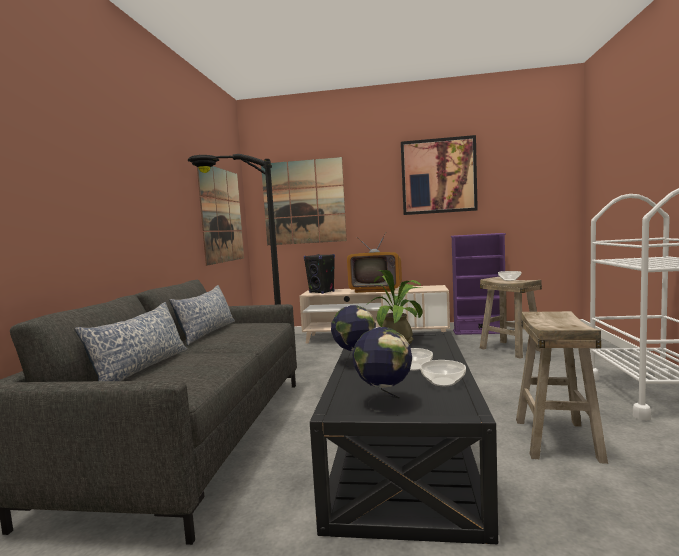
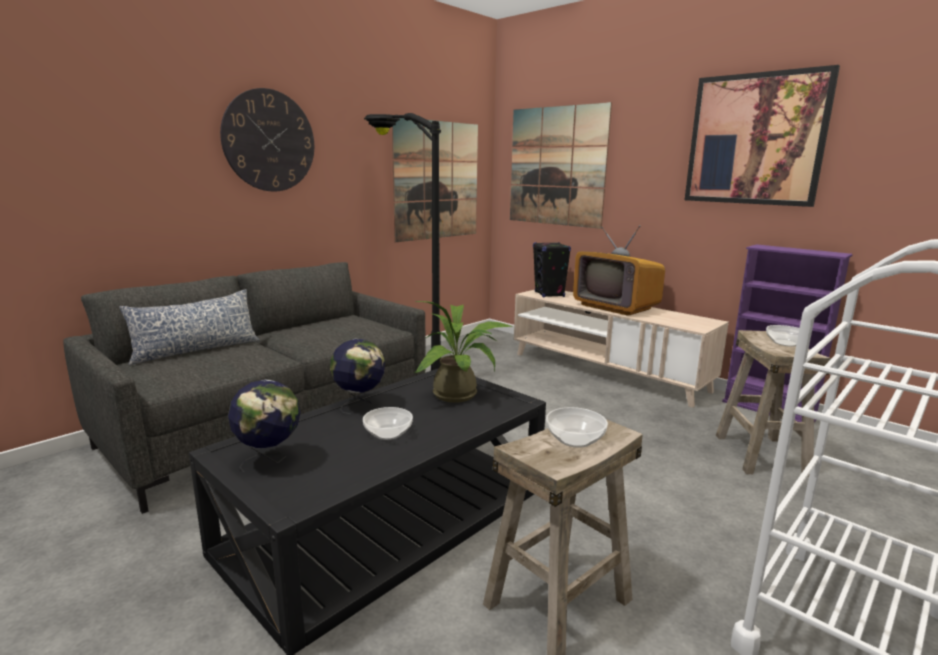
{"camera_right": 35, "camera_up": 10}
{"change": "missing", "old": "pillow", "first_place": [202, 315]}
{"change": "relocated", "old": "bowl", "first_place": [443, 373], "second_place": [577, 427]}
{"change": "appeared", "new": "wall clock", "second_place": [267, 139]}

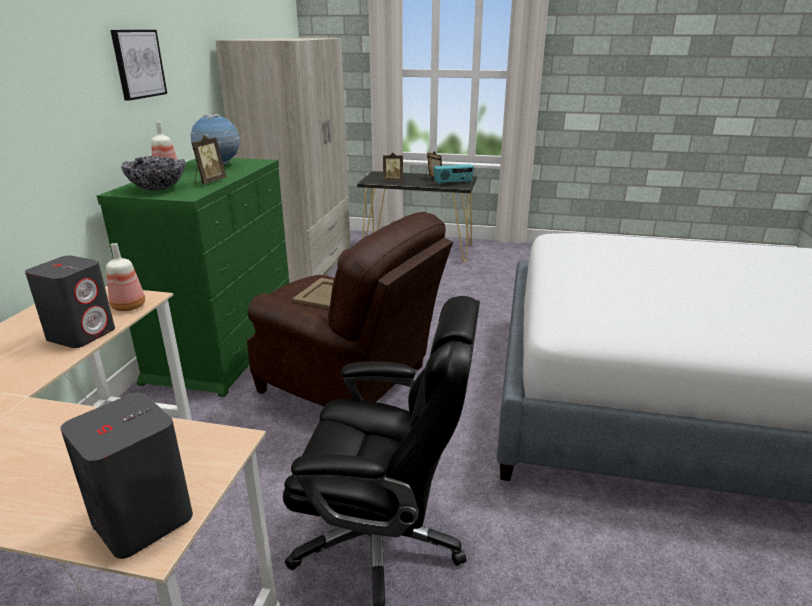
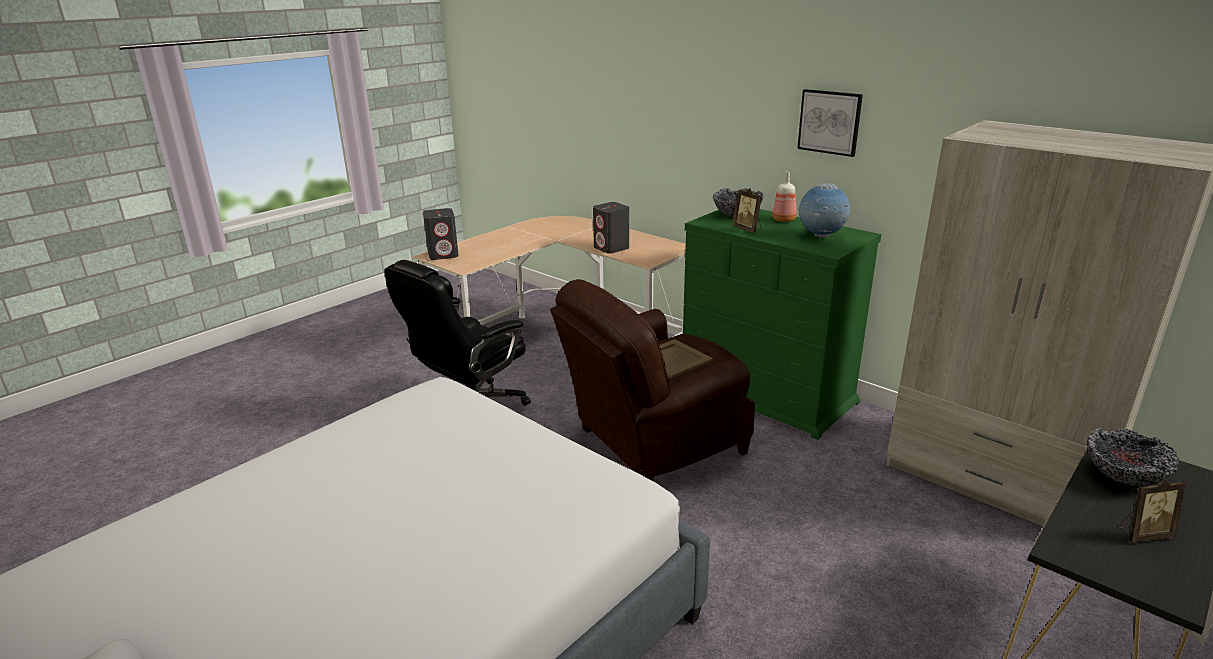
{"camera_right": 120, "camera_up": 0}
{"change": "exchanged", "old": "picture frame", "new": "bowl", "first_place": [393, 167], "second_place": [1133, 457]}
{"change": "missing", "old": "radio", "first_place": [453, 174]}
{"change": "missing", "old": "bottle", "first_place": [125, 277]}

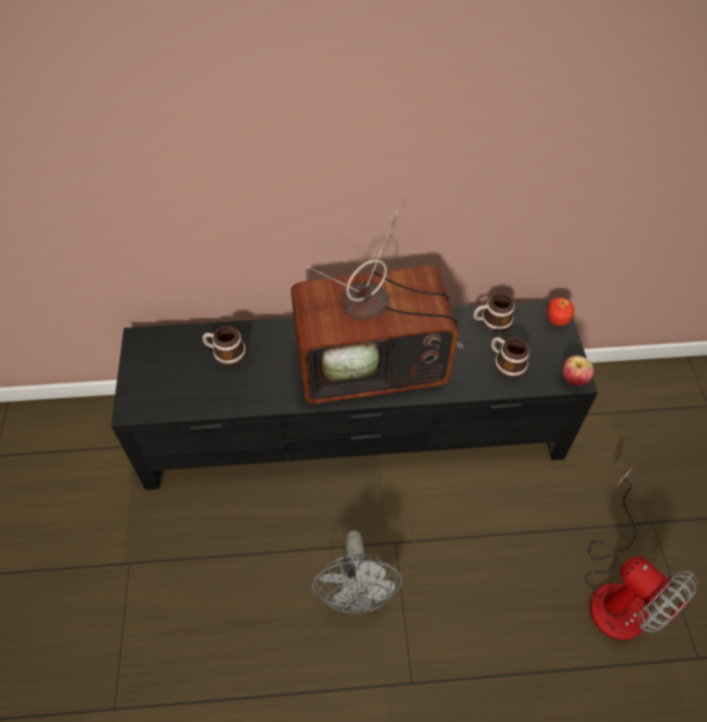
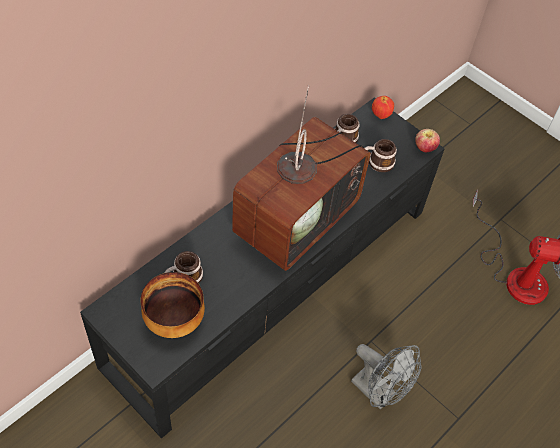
{"camera_right": -45, "camera_up": 0}
{"change": "appeared", "new": "bowl", "second_place": [172, 305]}

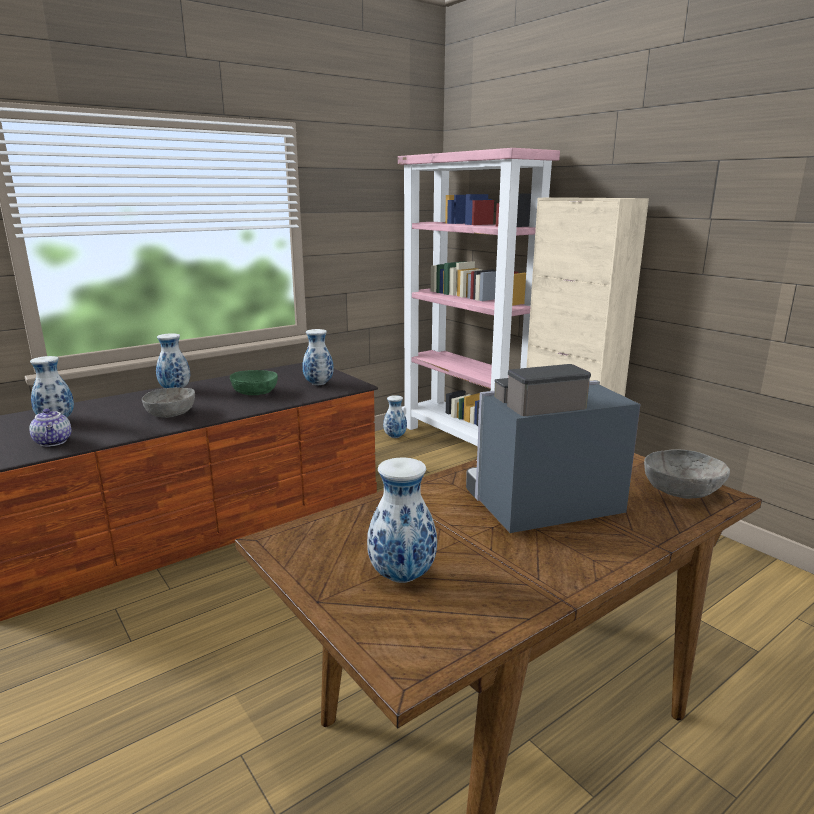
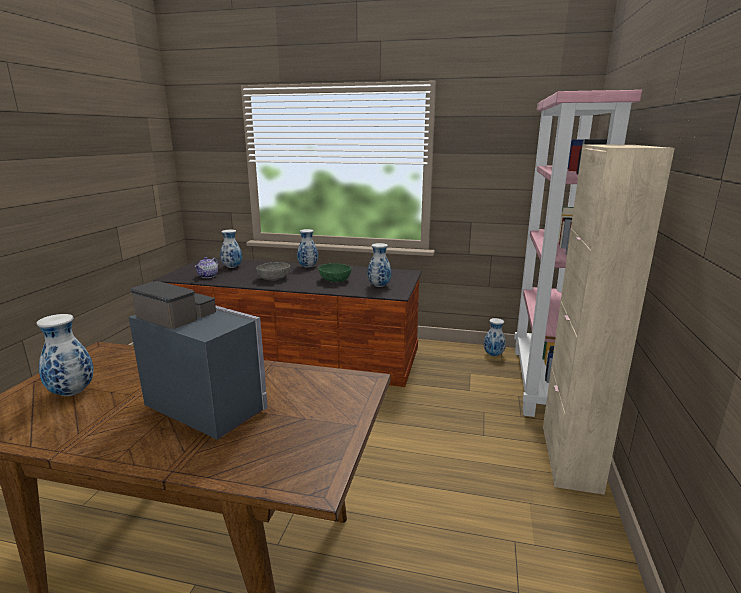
{"camera_right": 50, "camera_up": 0}
{"change": "missing", "old": "bowl (grey)", "first_place": [687, 474]}

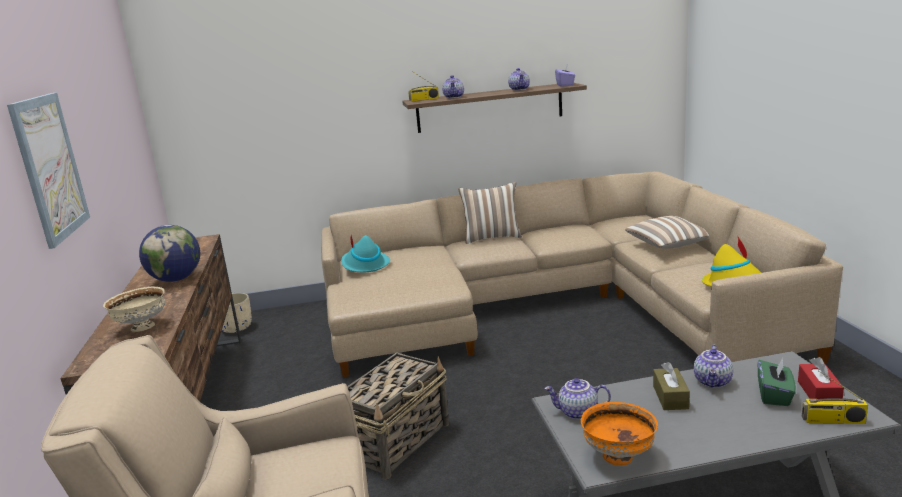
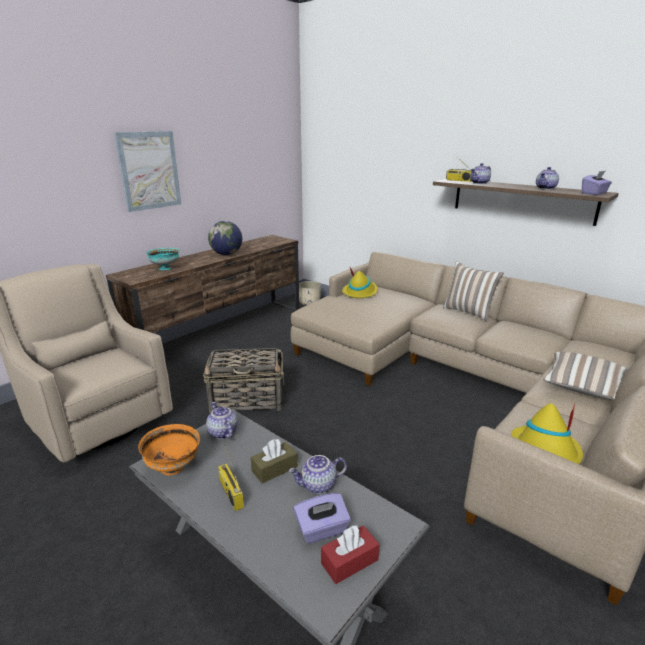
{"camera_right": 50, "camera_up": 5}
{"change": "colour", "old": "hat (turquoise)", "new": "hat (yellow)", "first_place": [365, 254], "second_place": [359, 282]}
{"change": "colour", "old": "bowl (beige)", "new": "bowl (turquoise)", "first_place": [134, 309], "second_place": [162, 259]}
{"change": "colour", "old": "tissue box (green)", "new": "tissue box (purple)", "first_place": [777, 382], "second_place": [322, 518]}
{"change": "relocated", "old": "radio", "first_place": [835, 397], "second_place": [231, 478]}

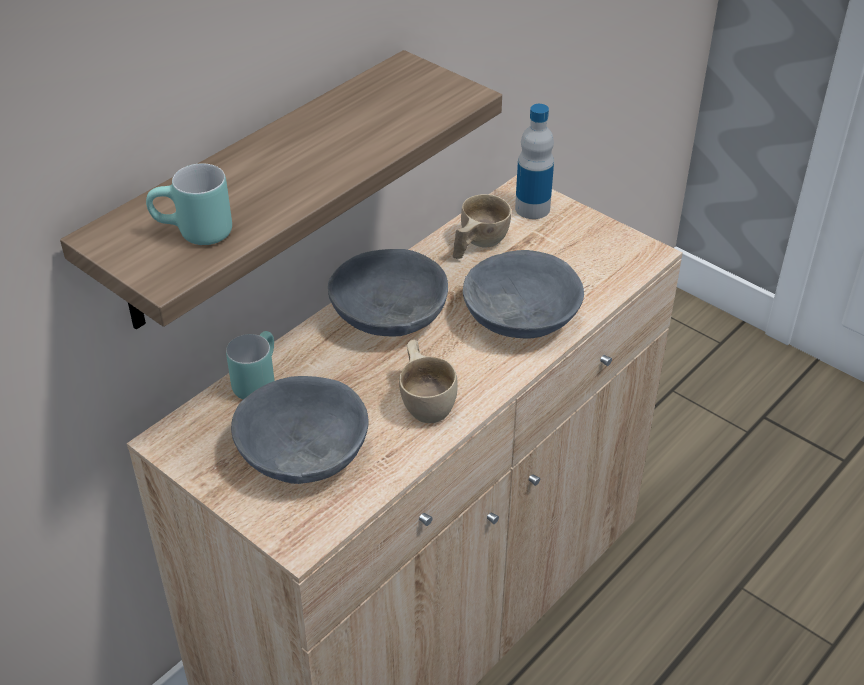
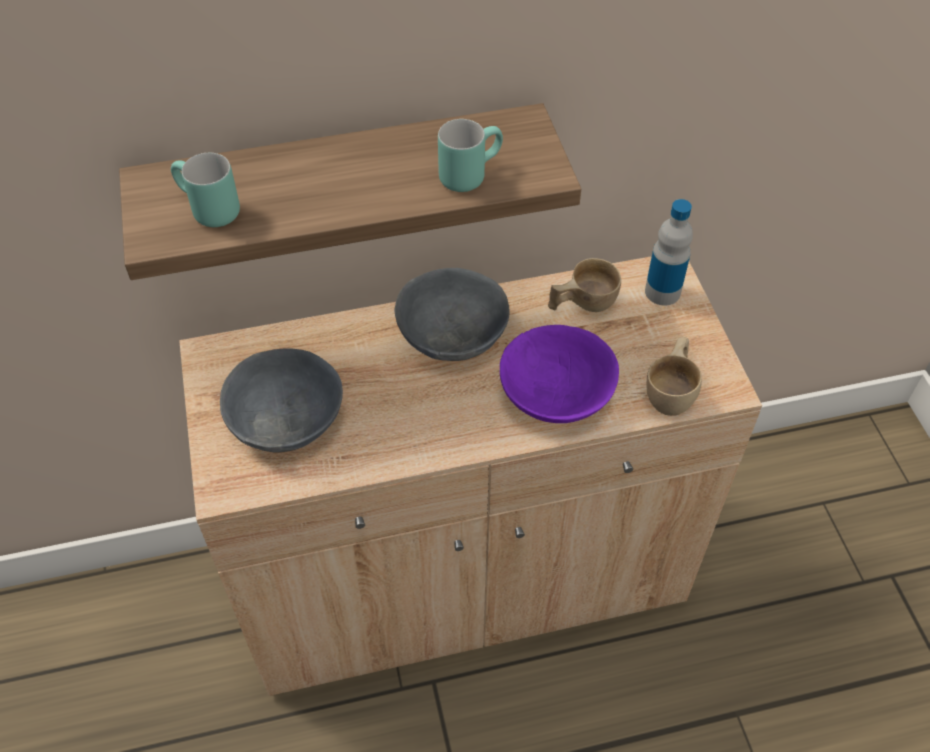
{"camera_right": 35, "camera_up": 10}
{"change": "colour", "old": "bowl (grey)", "new": "bowl (purple)", "first_place": [523, 294], "second_place": [559, 374]}
{"change": "relocated", "old": "mug (turquoise)", "first_place": [250, 365], "second_place": [470, 155]}
{"change": "relocated", "old": "cup (beige)", "first_place": [428, 381], "second_place": [674, 376]}

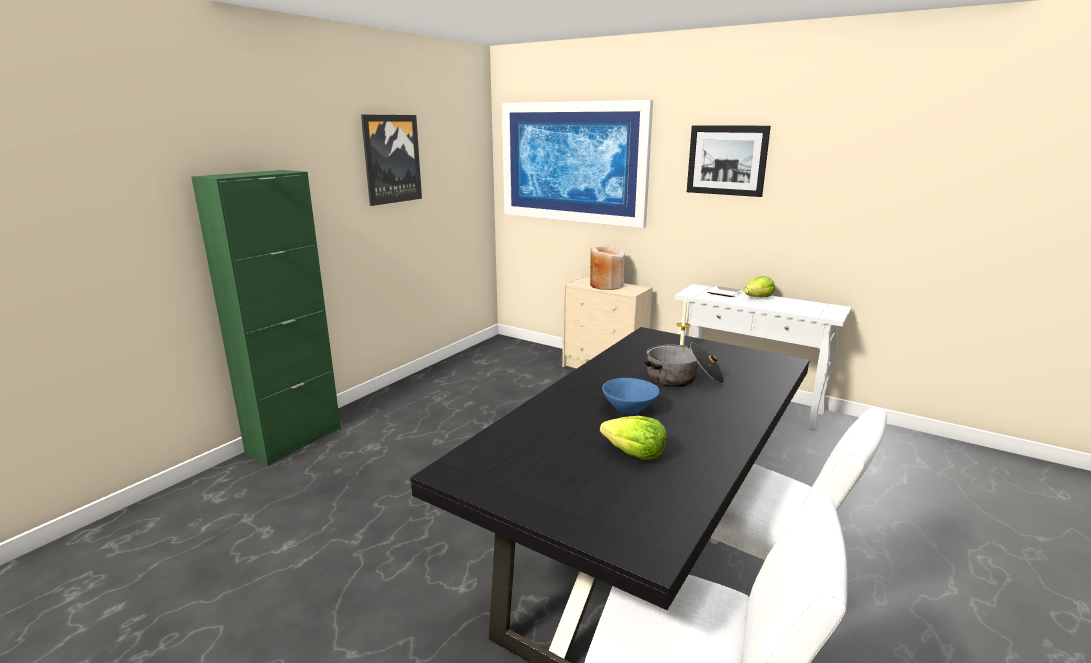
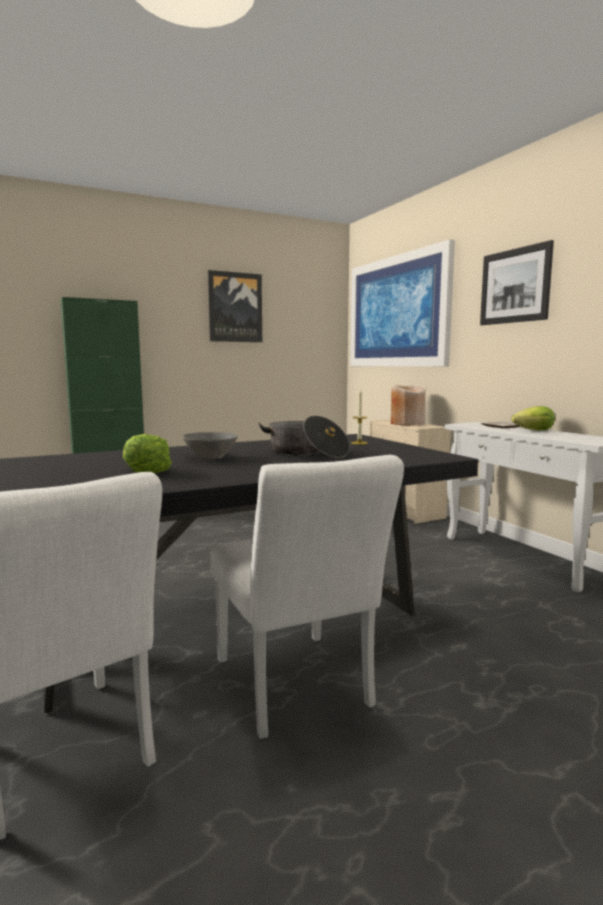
{"camera_right": 30, "camera_up": -10}
{"change": "colour", "old": "bowl (blue)", "new": "bowl (grey)", "first_place": [631, 396], "second_place": [210, 445]}

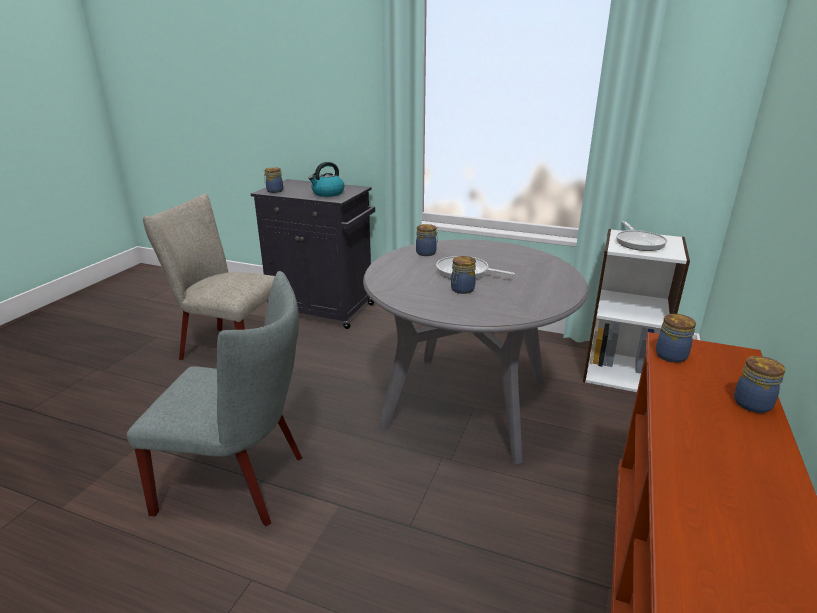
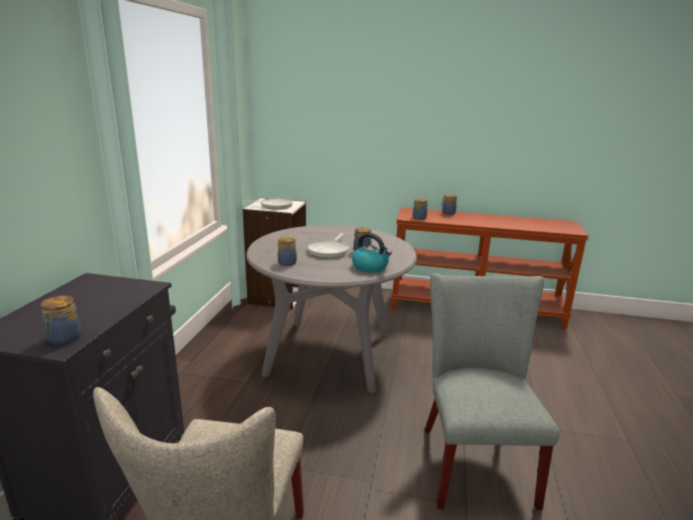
{"camera_right": -100, "camera_up": -5}
{"change": "relocated", "old": "kettle", "first_place": [326, 179], "second_place": [372, 252]}

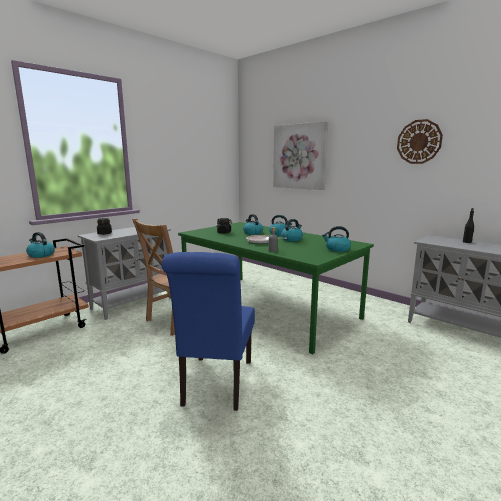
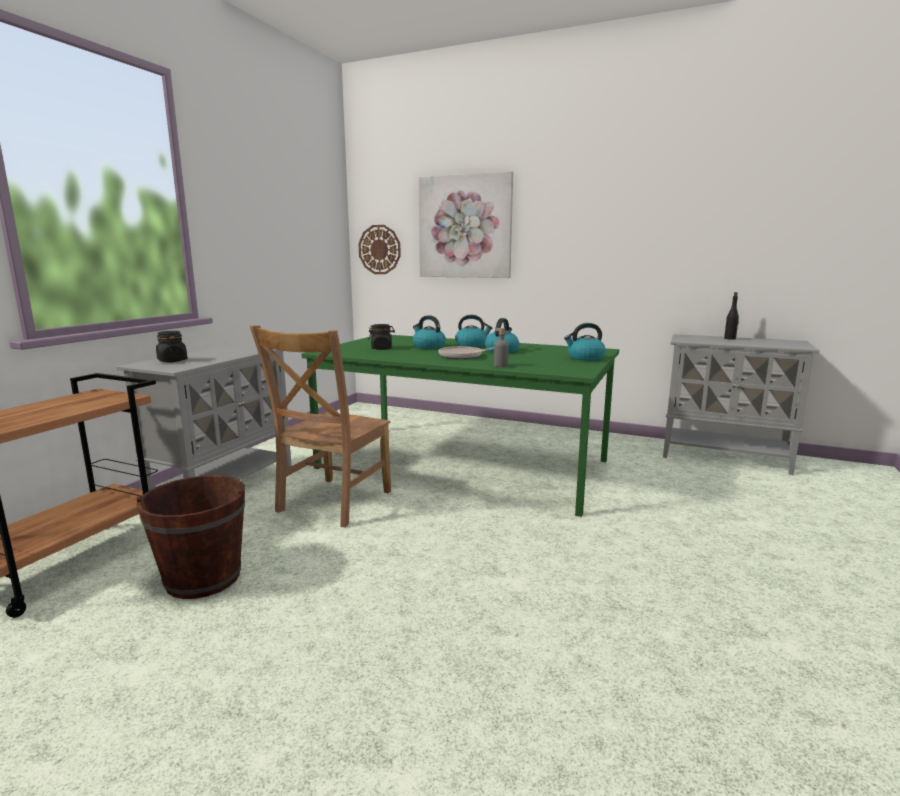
{"camera_right": -20, "camera_up": 0}
{"change": "relocated", "old": "wall clock", "first_place": [420, 141], "second_place": [379, 249]}
{"change": "missing", "old": "kettle", "first_place": [40, 245]}
{"change": "missing", "old": "chair (blue)", "first_place": [208, 331]}
{"change": "appeared", "new": "bucket (brown)", "second_place": [190, 537]}

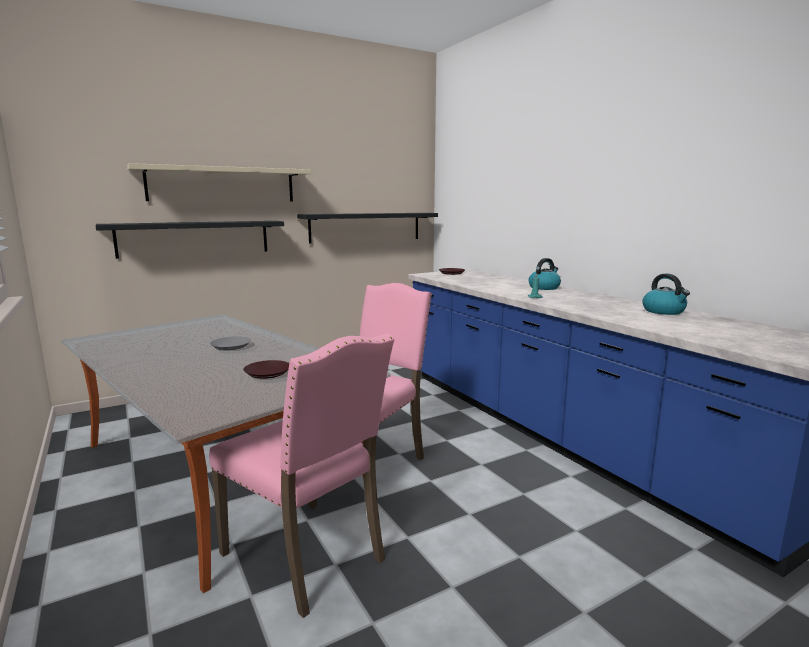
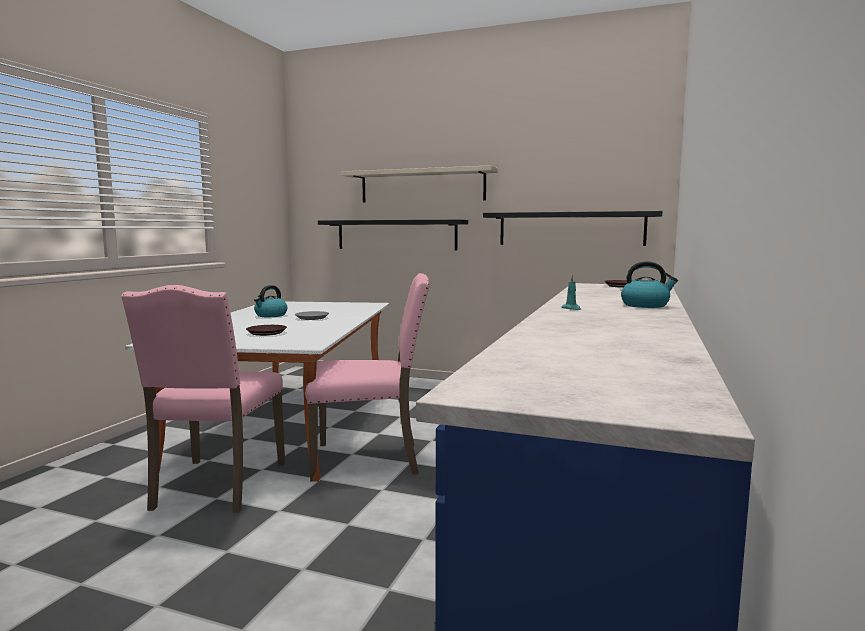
{"camera_right": 50, "camera_up": -5}
{"change": "relocated", "old": "kettle", "first_place": [666, 294], "second_place": [271, 301]}

